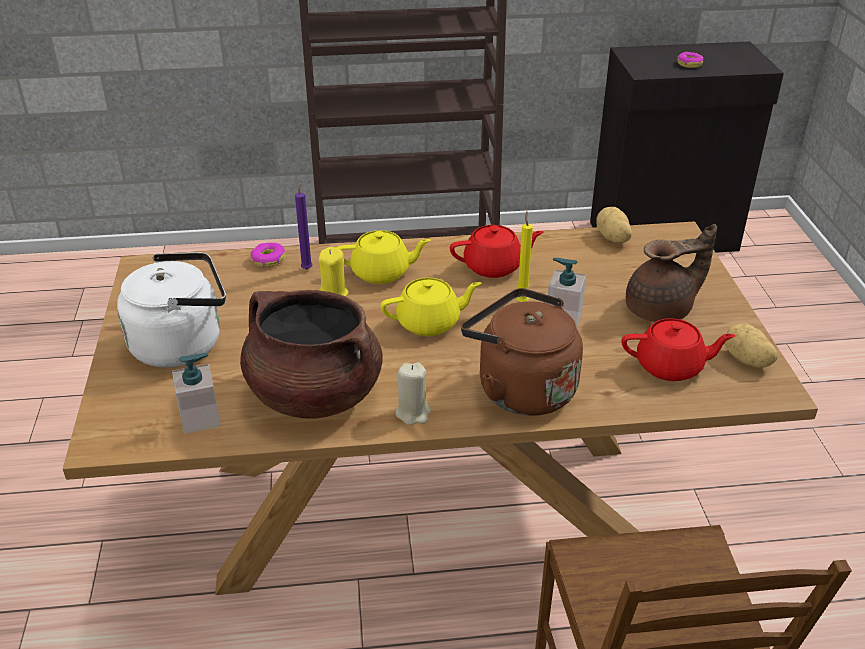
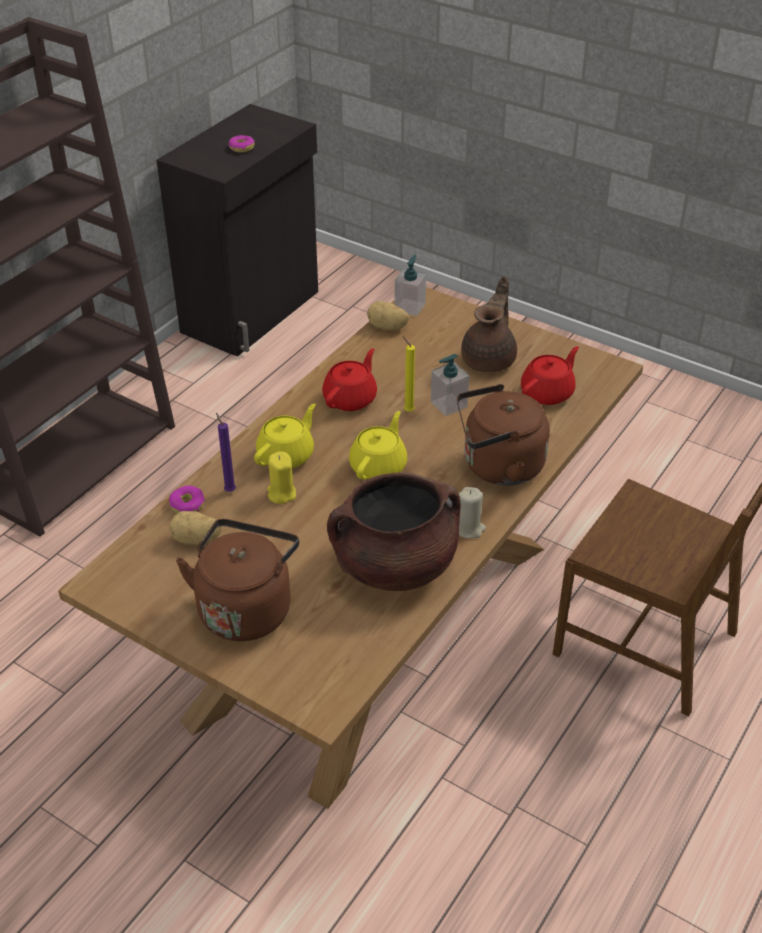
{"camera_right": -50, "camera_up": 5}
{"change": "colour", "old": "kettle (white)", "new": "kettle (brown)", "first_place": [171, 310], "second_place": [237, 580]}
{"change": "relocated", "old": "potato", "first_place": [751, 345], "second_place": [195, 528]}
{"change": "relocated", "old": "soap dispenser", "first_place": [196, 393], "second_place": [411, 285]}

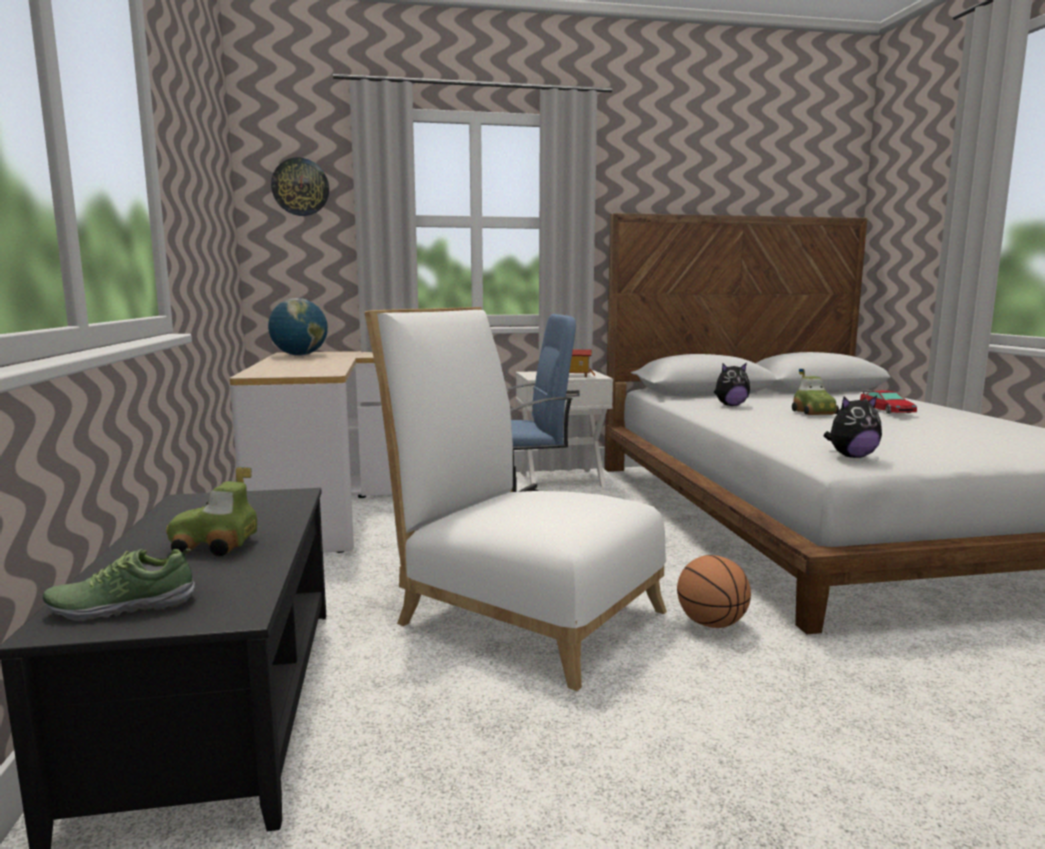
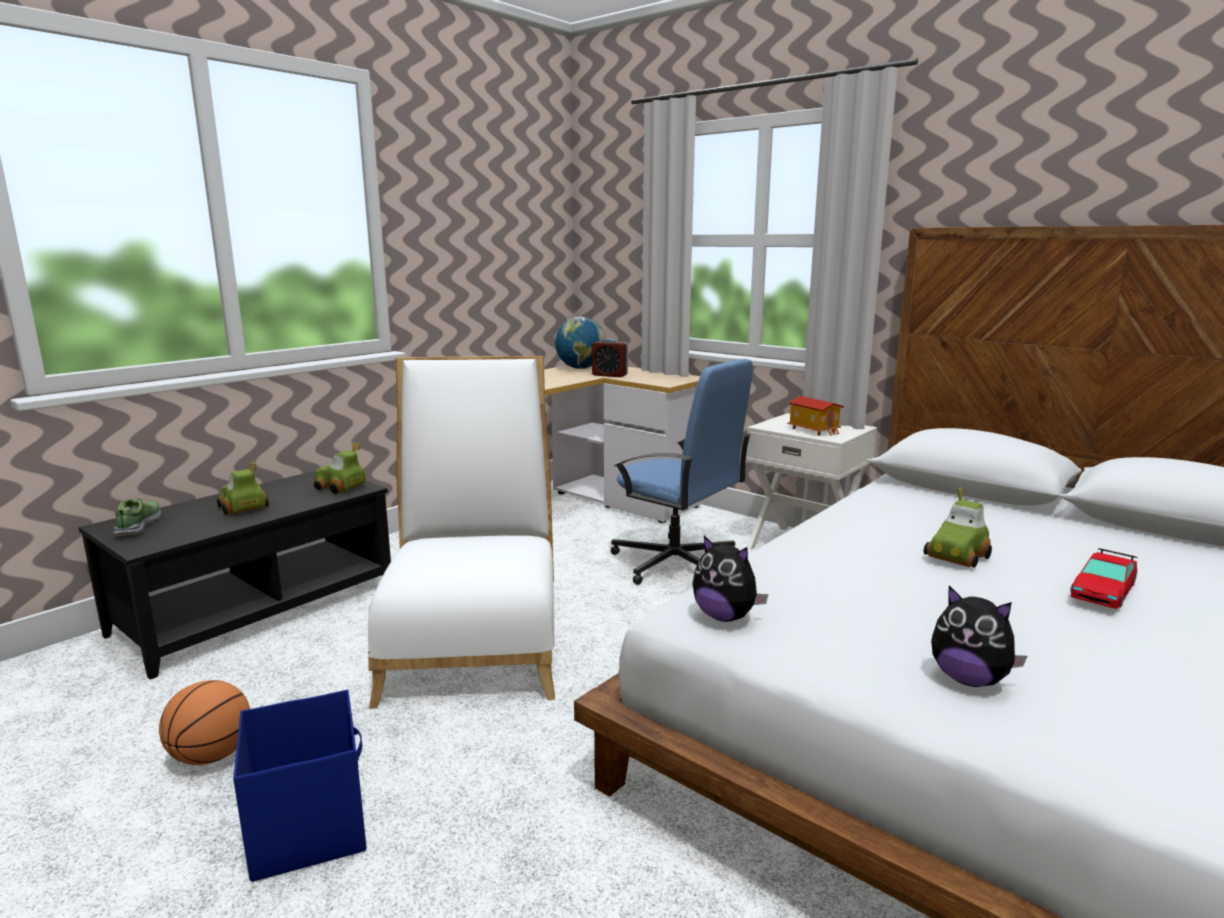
{"camera_right": 50, "camera_up": 5}
{"change": "missing", "old": "wall clock", "first_place": [300, 186]}
{"change": "relocated", "old": "plush toy", "first_place": [732, 384], "second_place": [979, 636]}
{"change": "spun", "old": "shoe", "first_place": [118, 585], "second_place": [137, 517], "degrees": 45}
{"change": "relocated", "old": "basketball", "first_place": [714, 591], "second_place": [204, 722]}
{"change": "appeared", "new": "alarm clock", "second_place": [610, 357]}
{"change": "appeared", "new": "toy car", "second_place": [340, 468]}
{"change": "appeared", "new": "storage box (blue)", "second_place": [299, 786]}

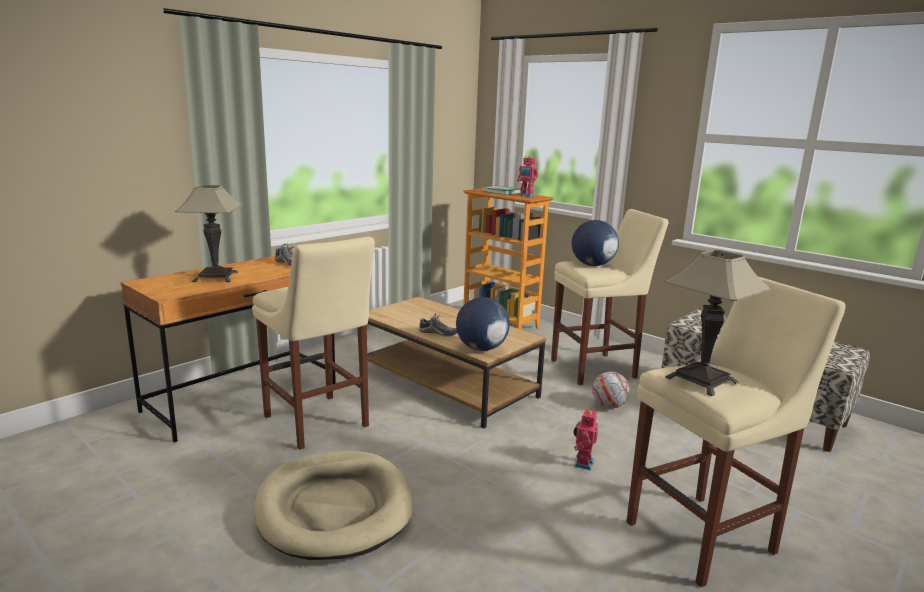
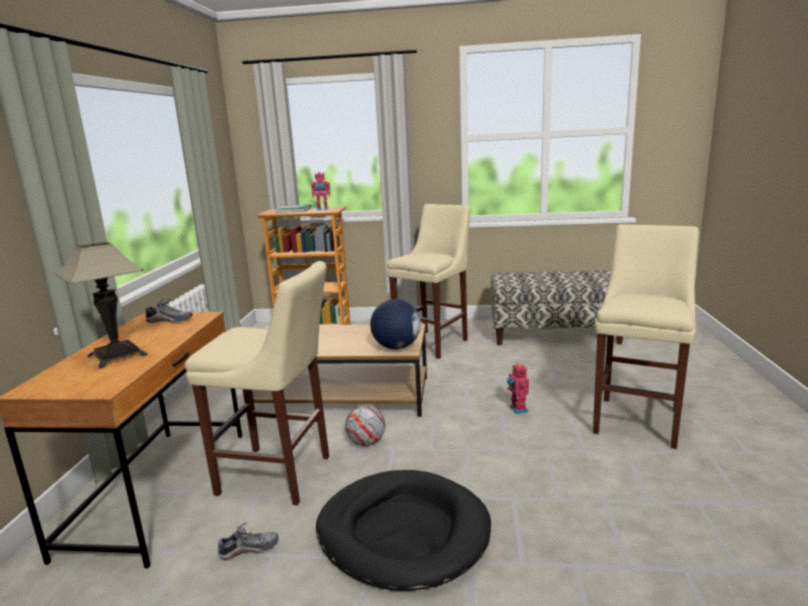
{"camera_right": -35, "camera_up": 0}
{"change": "missing", "old": "globe", "first_place": [595, 243]}
{"change": "missing", "old": "table lamp", "first_place": [718, 323]}
{"change": "relocated", "old": "shoe", "first_place": [438, 325], "second_place": [248, 541]}
{"change": "relocated", "old": "football", "first_place": [611, 389], "second_place": [365, 425]}
{"change": "colour", "old": "dog bed (beige)", "new": "dog bed (black)", "first_place": [334, 505], "second_place": [403, 530]}

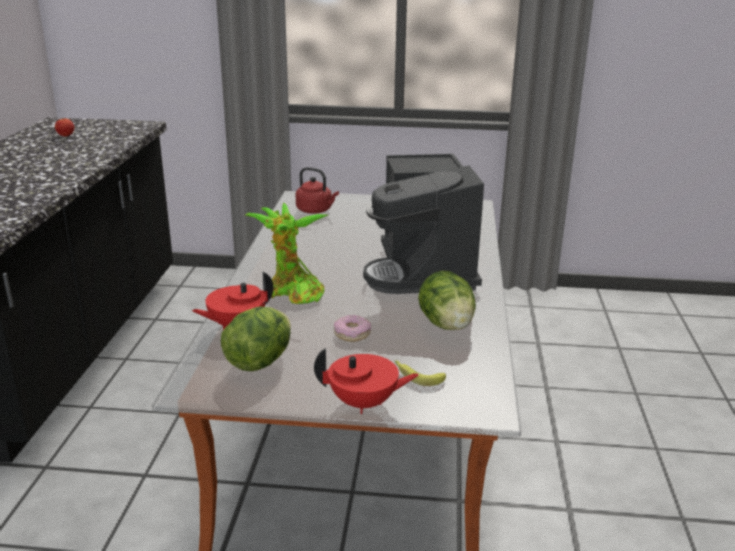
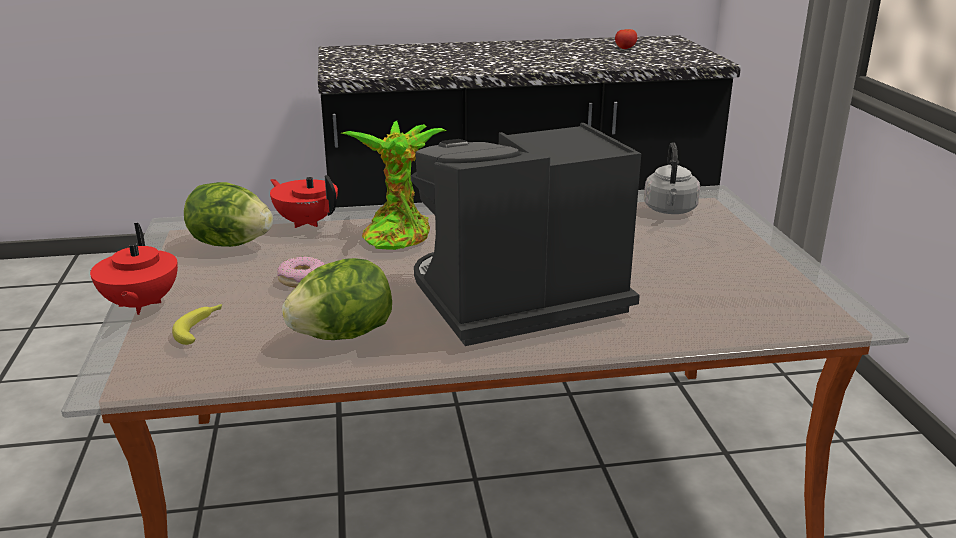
{"camera_right": 75, "camera_up": 0}
{"change": "colour", "old": "kettle (red)", "new": "kettle (grey)", "first_place": [317, 190], "second_place": [672, 178]}

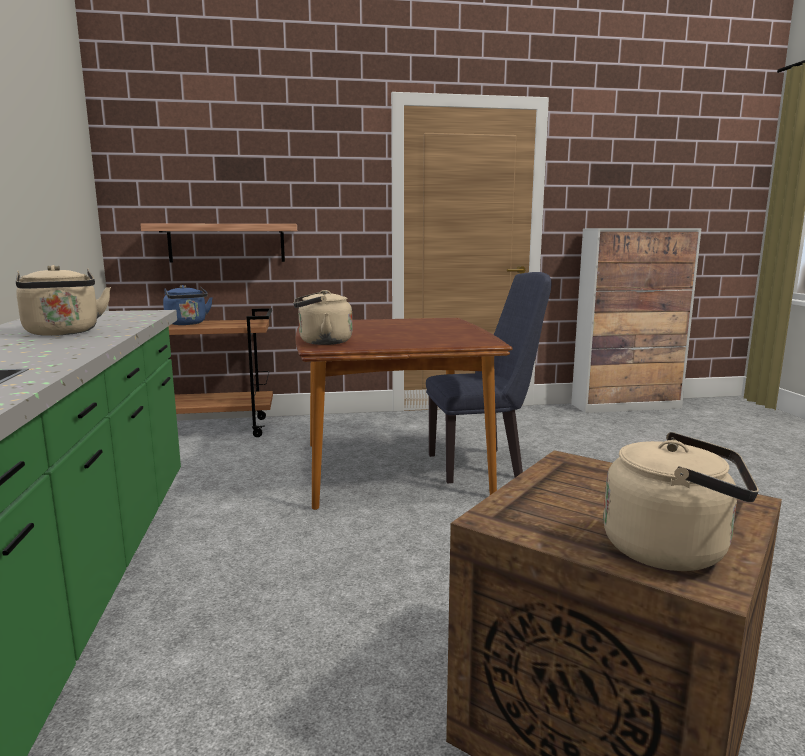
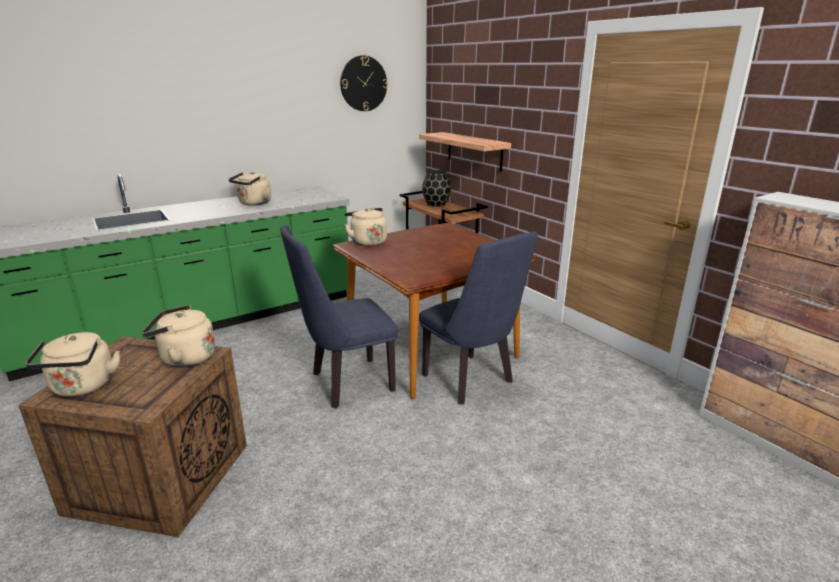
{"camera_right": 65, "camera_up": 10}
{"change": "exchanged", "old": "kettle (blue)", "new": "vase (black)", "first_place": [188, 305], "second_place": [436, 188]}
{"change": "appeared", "new": "wall clock", "second_place": [364, 83]}
{"change": "appeared", "new": "chair (blue)", "second_place": [339, 317]}
{"change": "appeared", "new": "kettle (beige)", "second_place": [178, 336]}

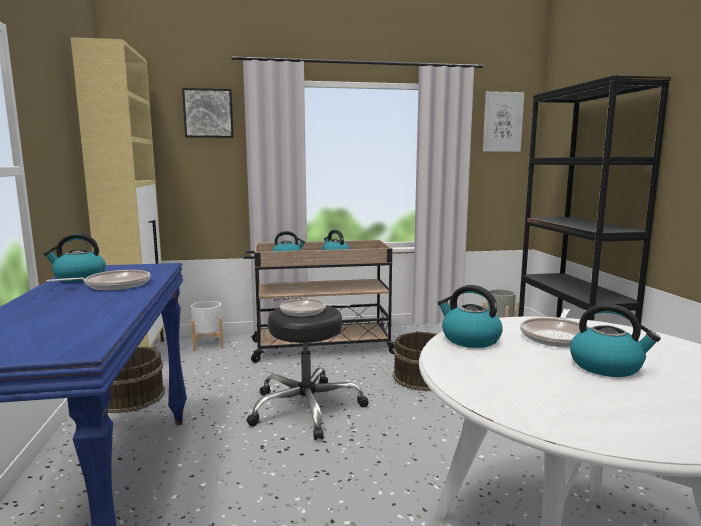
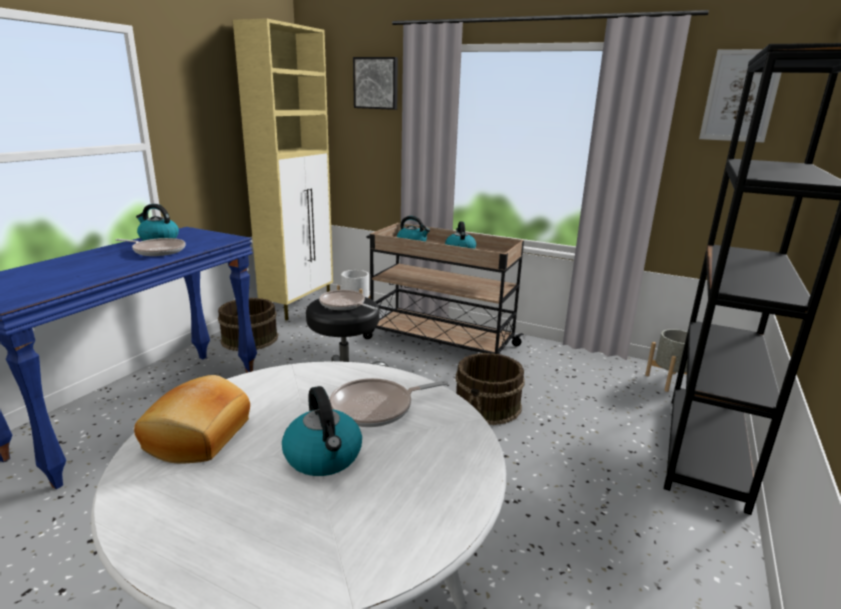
{"camera_right": 35, "camera_up": 10}
{"change": "missing", "old": "kettle", "first_place": [470, 316]}
{"change": "appeared", "new": "bread", "second_place": [192, 419]}

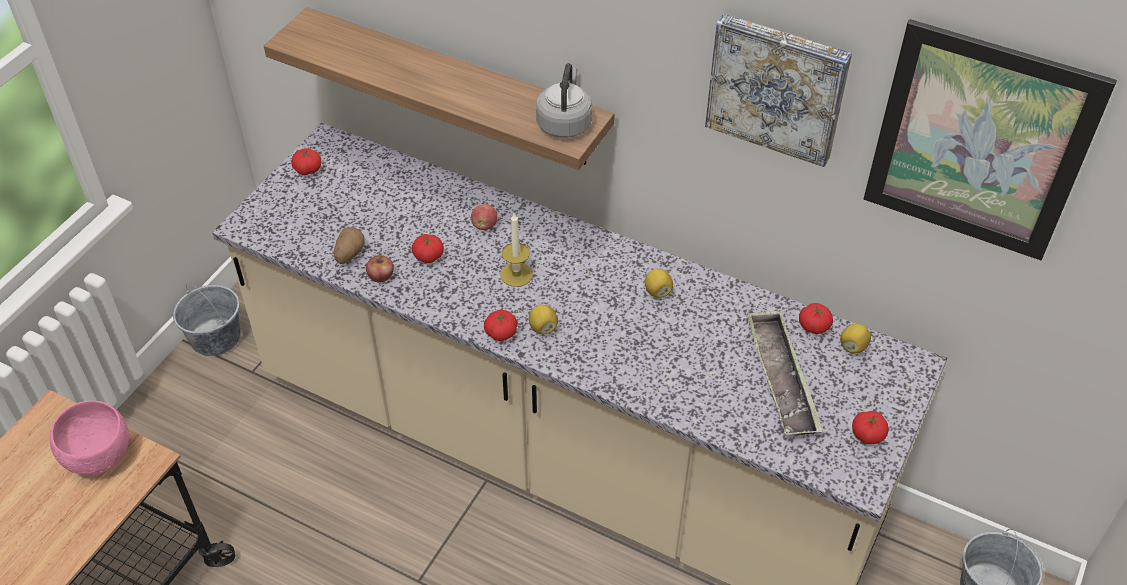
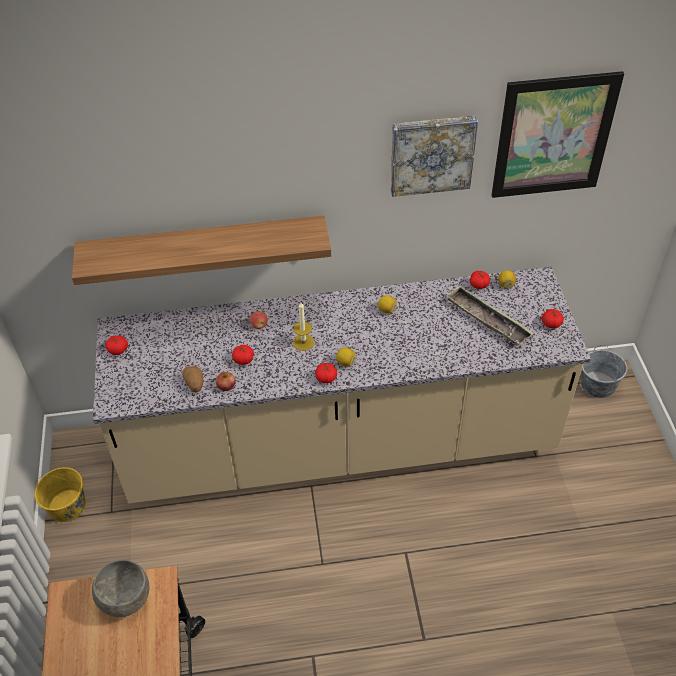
{"camera_right": -35, "camera_up": 0}
{"change": "missing", "old": "kettle (grey)", "first_place": [564, 100]}
{"change": "colour", "old": "bucket (grey)", "new": "bucket (yellow)", "first_place": [206, 319], "second_place": [60, 494]}
{"change": "colour", "old": "bowl (pink)", "new": "bowl (grey)", "first_place": [89, 437], "second_place": [120, 588]}

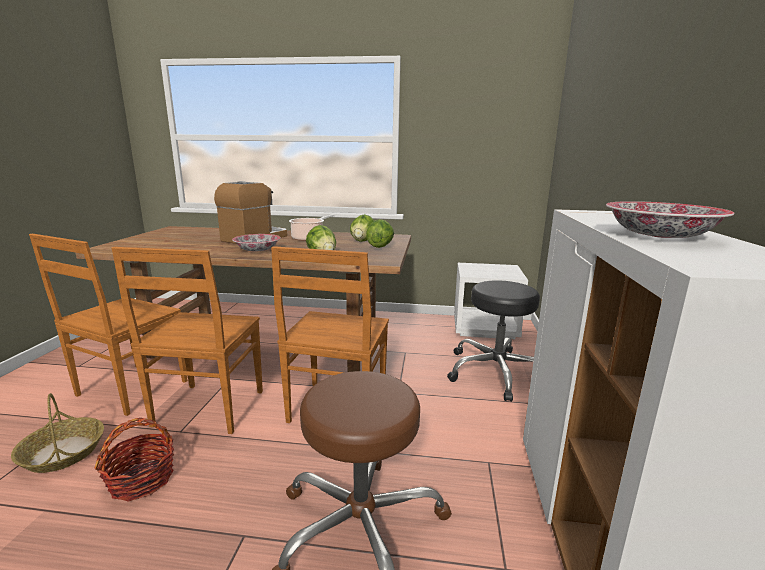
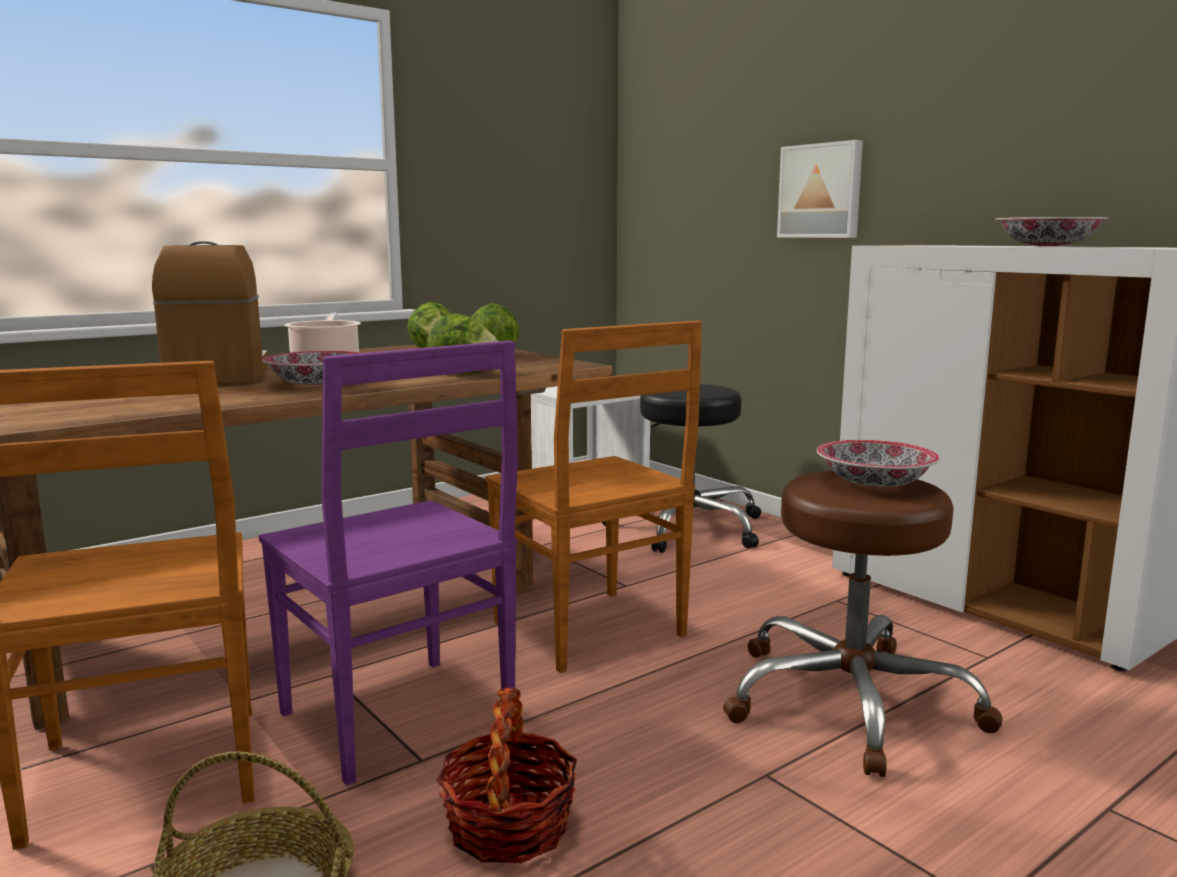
{"camera_right": -45, "camera_up": -5}
{"change": "colour", "old": "chair (brown)", "new": "chair (purple)", "first_place": [187, 340], "second_place": [388, 562]}
{"change": "appeared", "new": "picture", "second_place": [820, 189]}
{"change": "appeared", "new": "bowl", "second_place": [878, 463]}

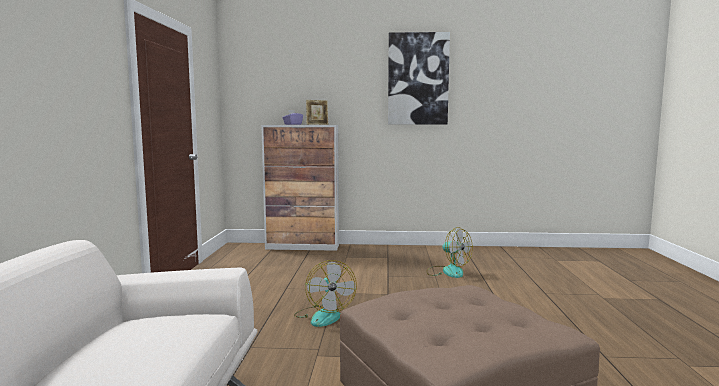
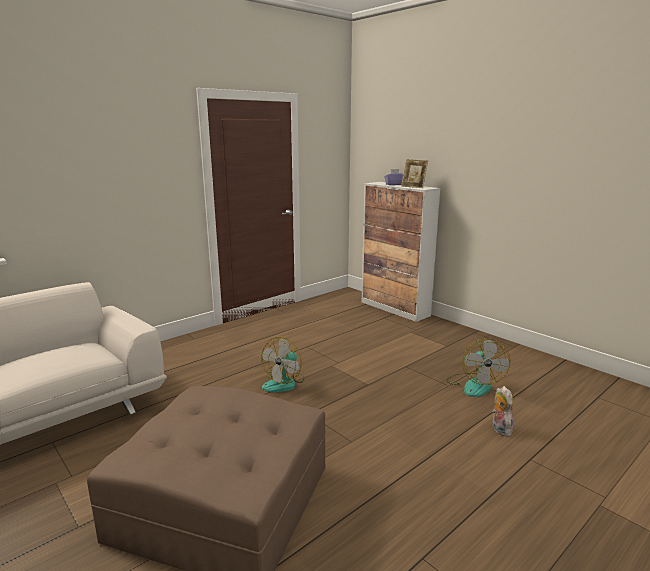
{"camera_right": 45, "camera_up": 10}
{"change": "missing", "old": "picture", "first_place": [419, 78]}
{"change": "appeared", "new": "plush toy", "second_place": [502, 411]}

